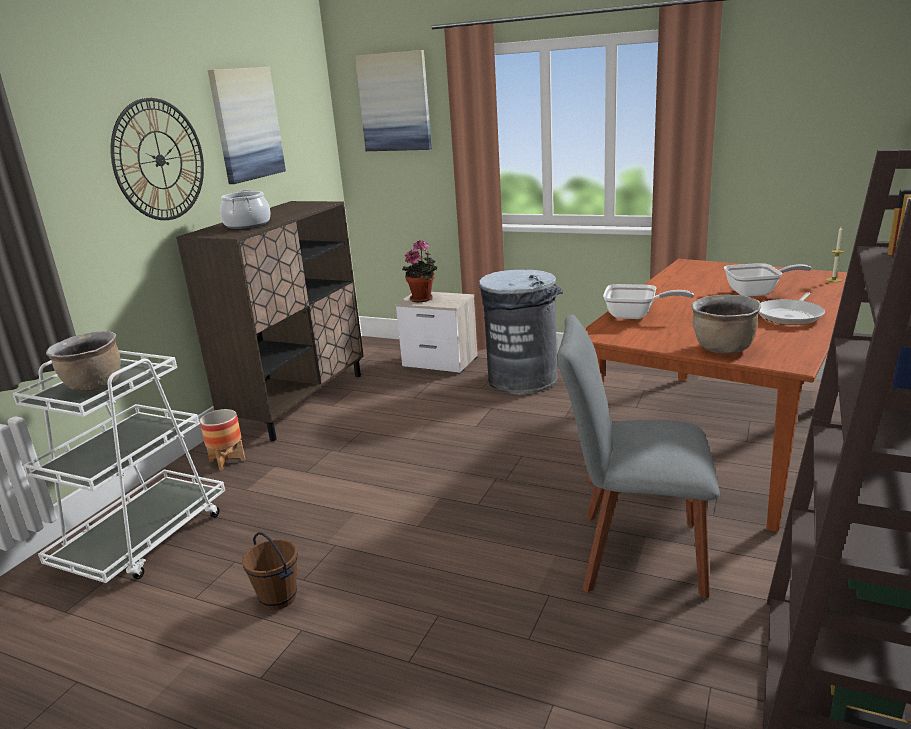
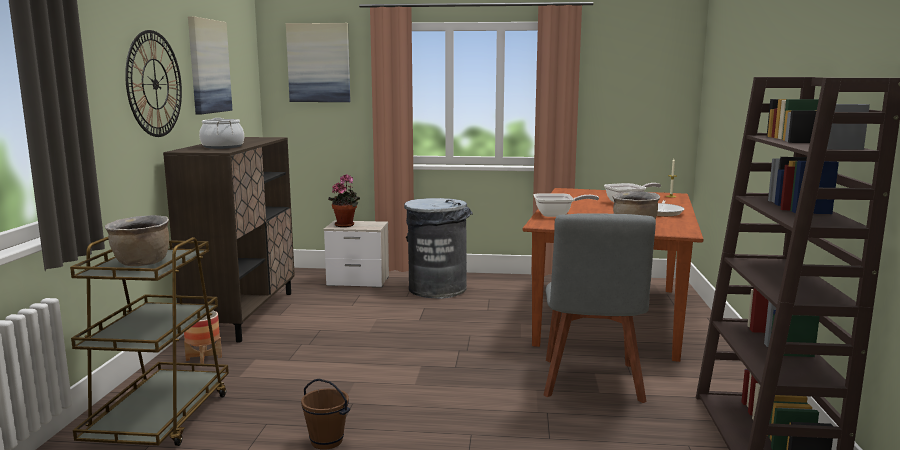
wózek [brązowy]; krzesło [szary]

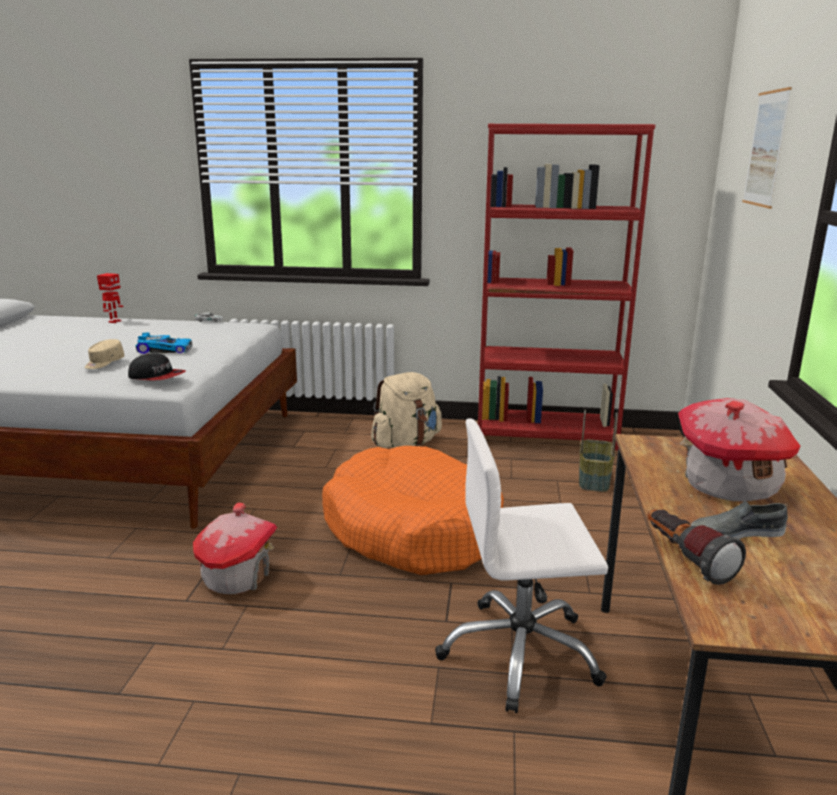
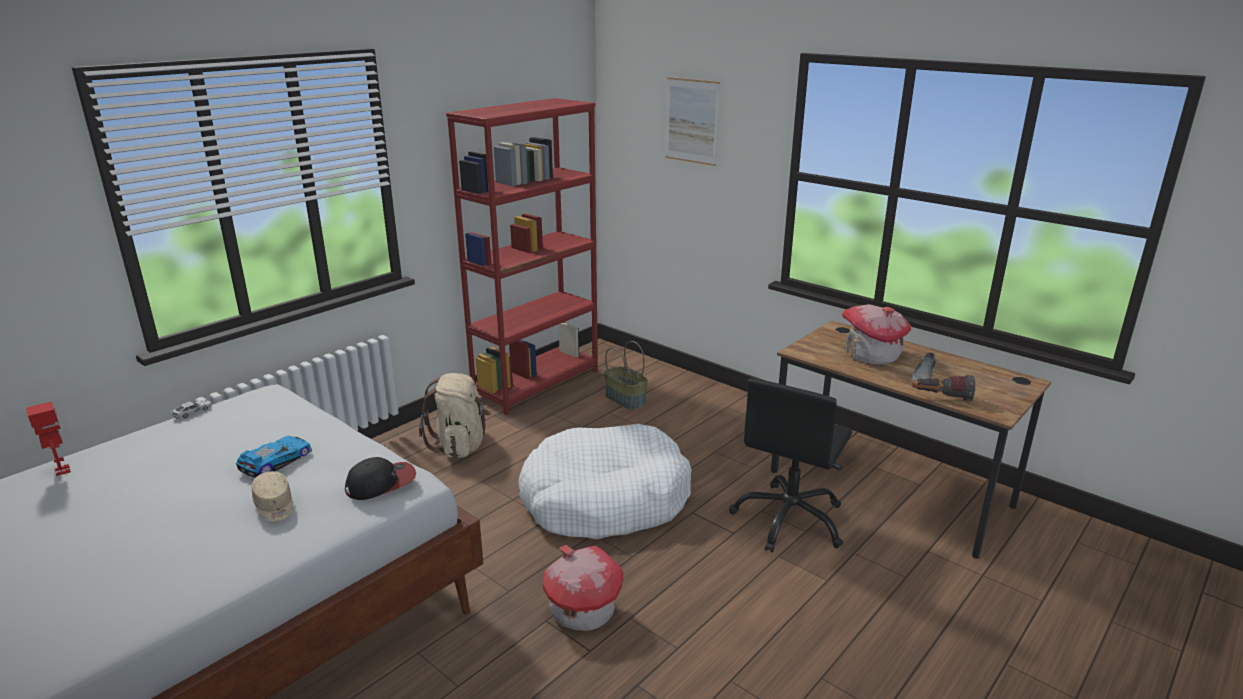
legowisko [biały]; krzesło biurowe [czarny]

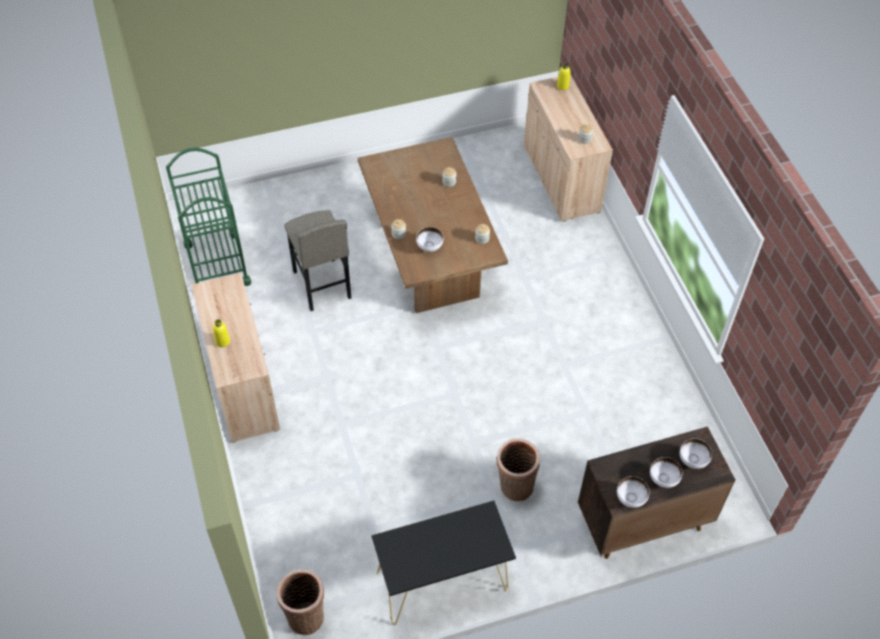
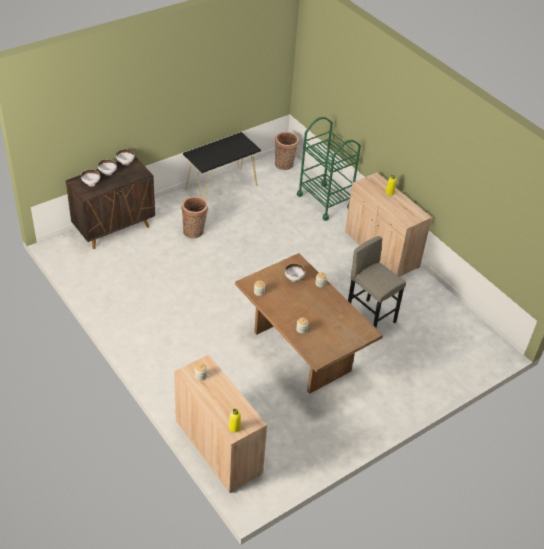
wózek [zielony]

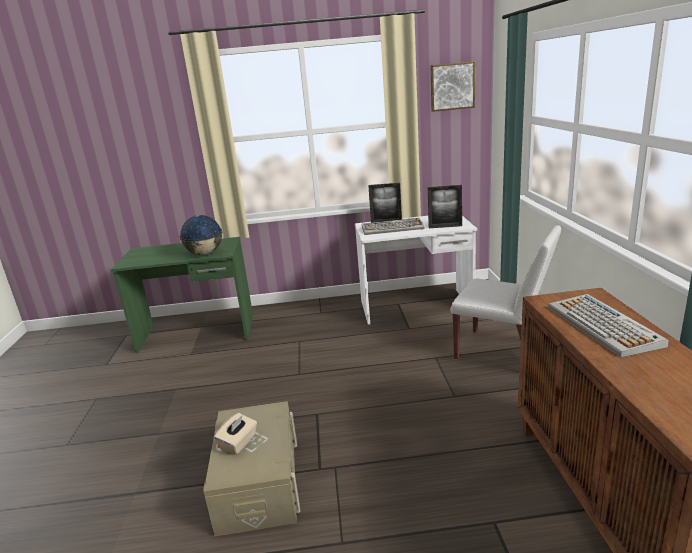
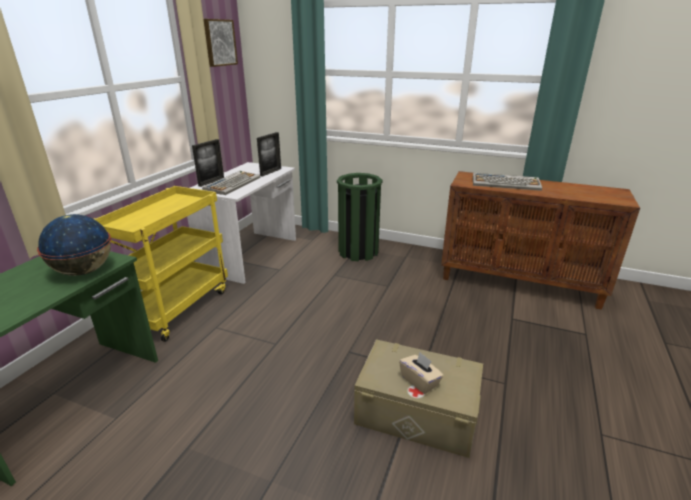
wózek [żółty]; kosz na śmieci [zielony]

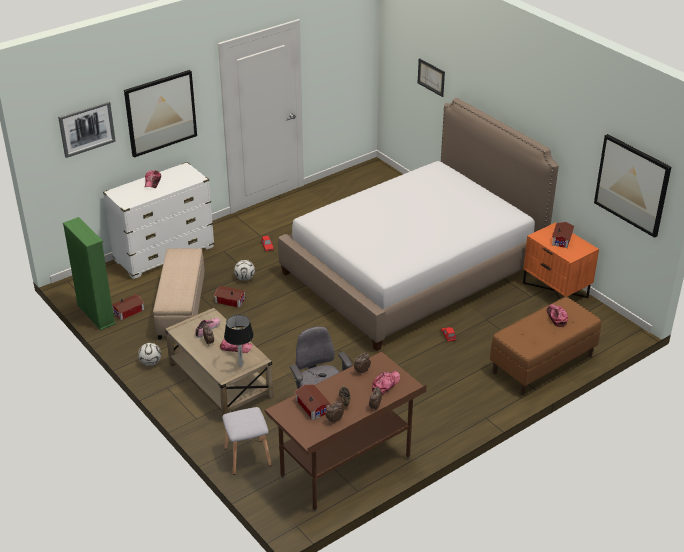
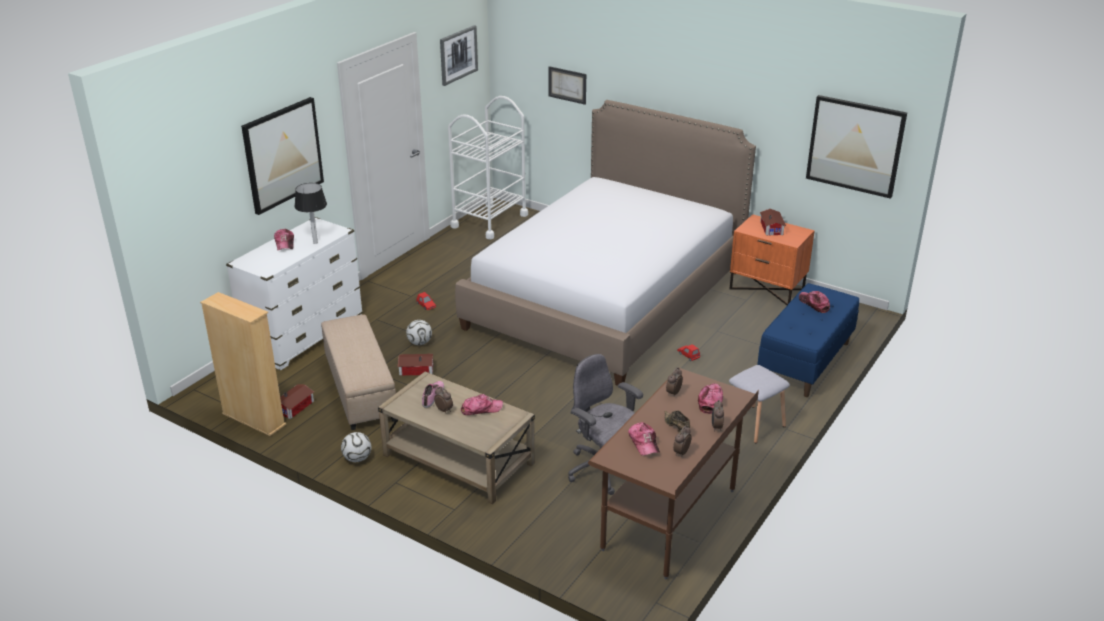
wózek [biały]; obraz (no. 2 from left); stołek [szary]; lampa stołowa; czapka z daszkiem (no. 3 from left); regał [beżowy]; ławka [niebieski]

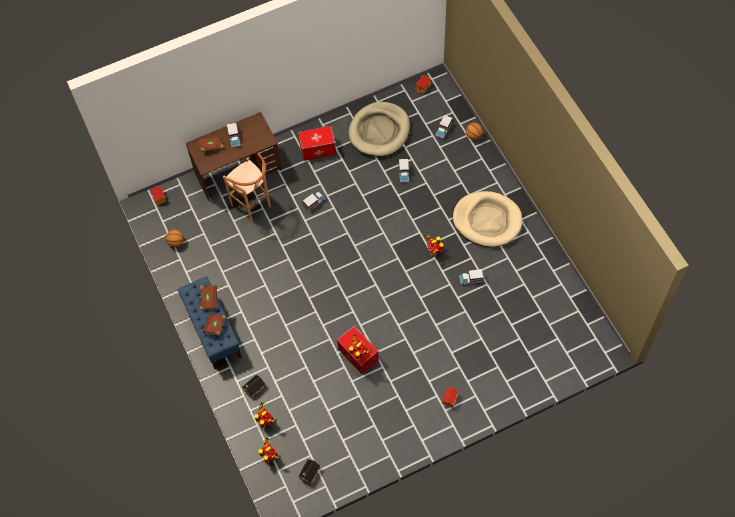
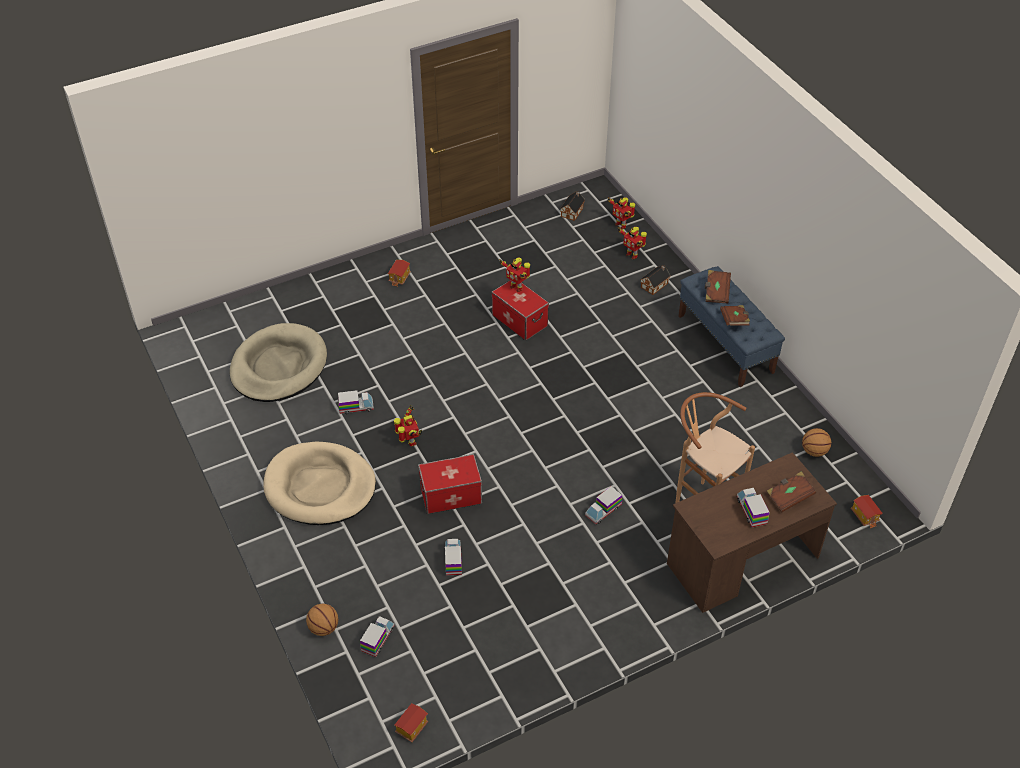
pojemnik do przechowywania (no. 1 from left); legowisko [beżowy] (no. 1 from left)

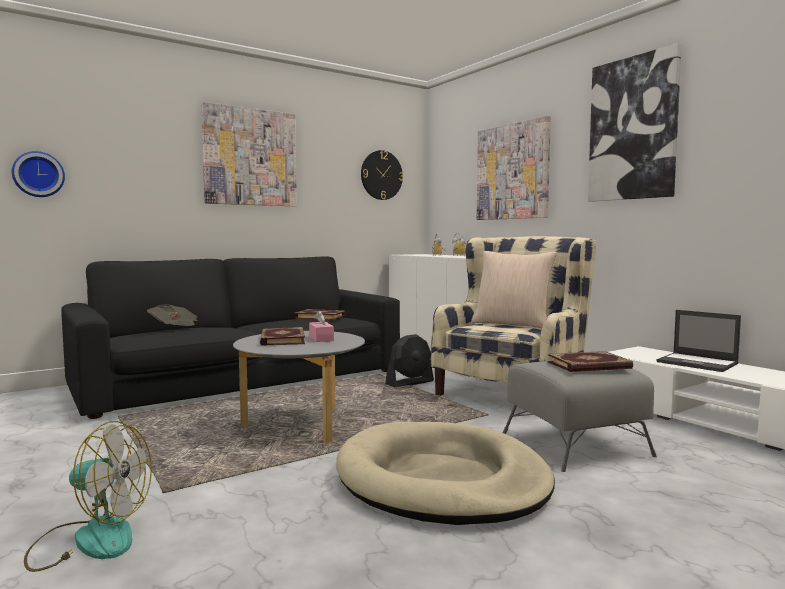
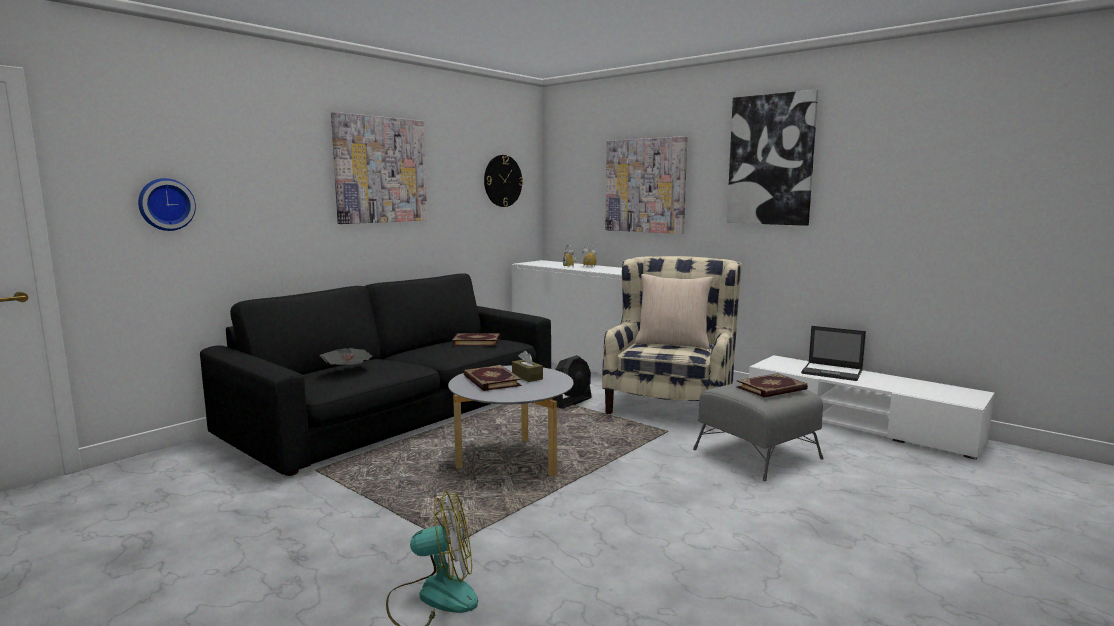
legowisko [beżowy]; pudełko chusteczek [brązowy]

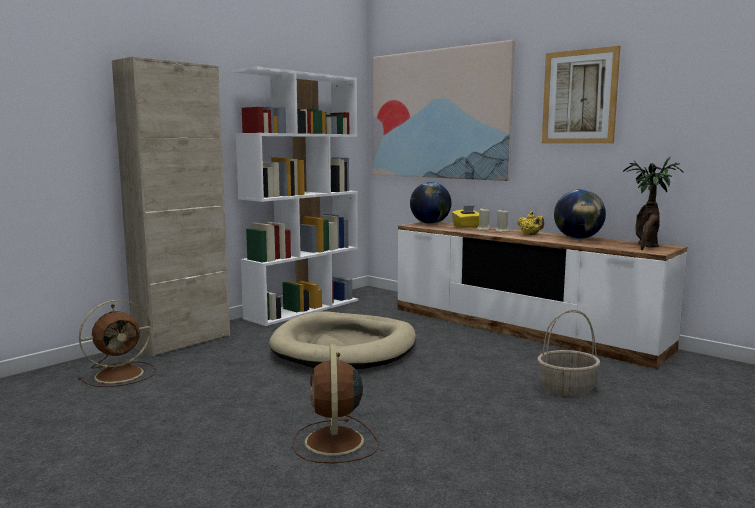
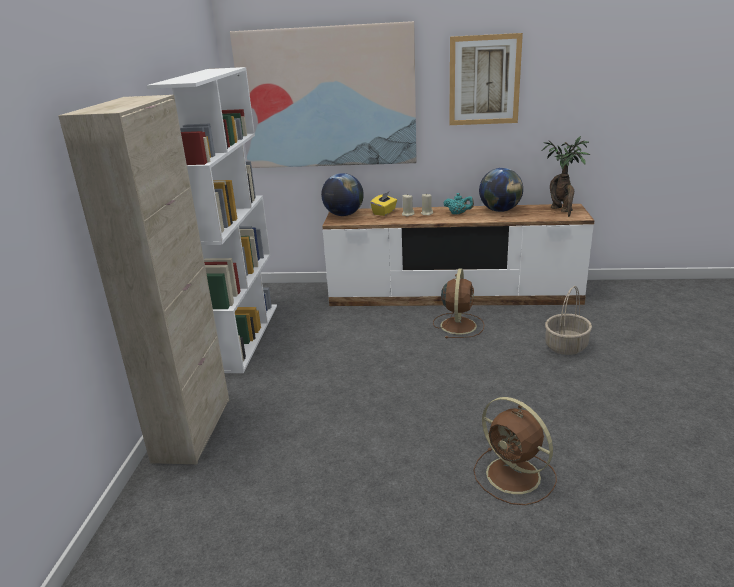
legowisko [beżowy]; wentylator [brązowy] (no. 1 from left); imbryk [turkusowy]

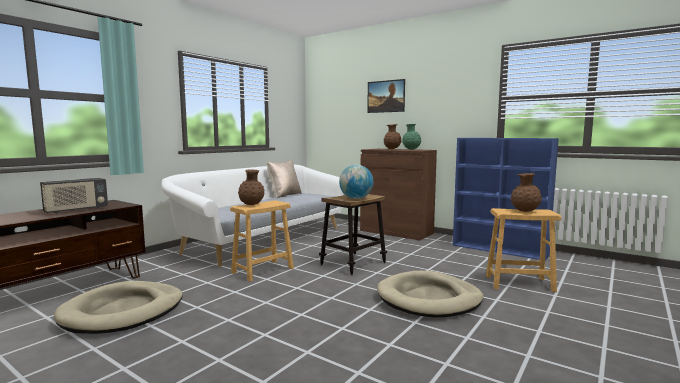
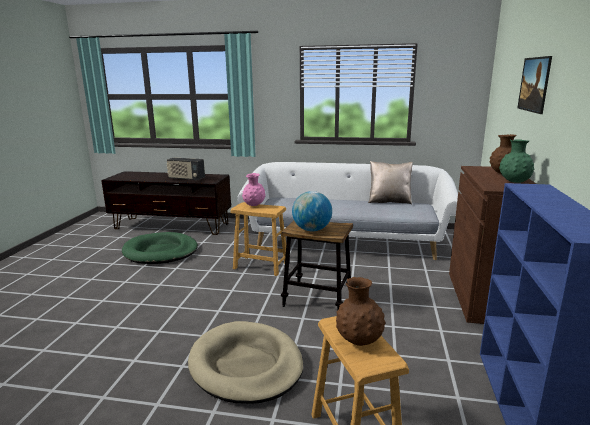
legowisko [zielony]; wazon [różowy]

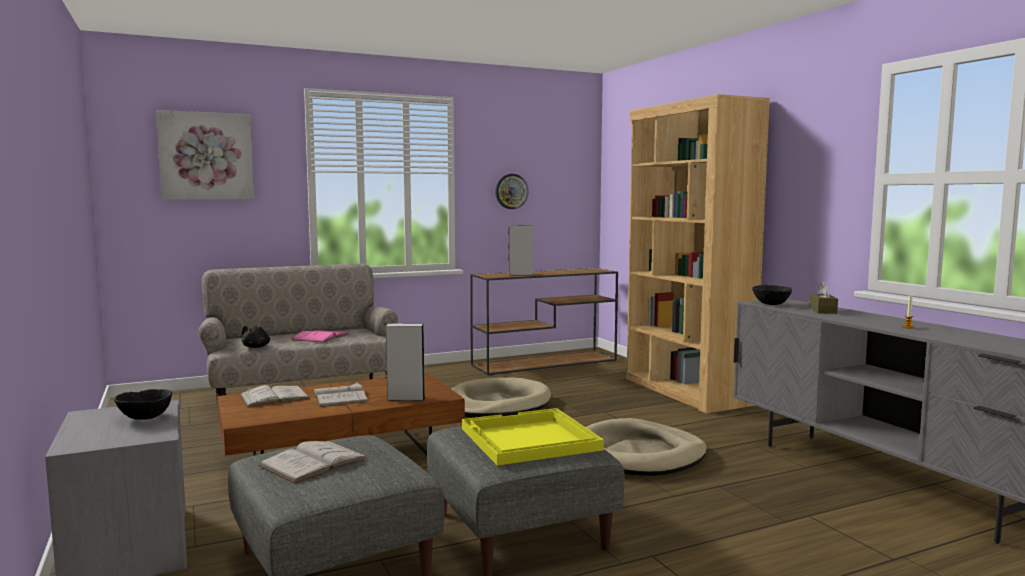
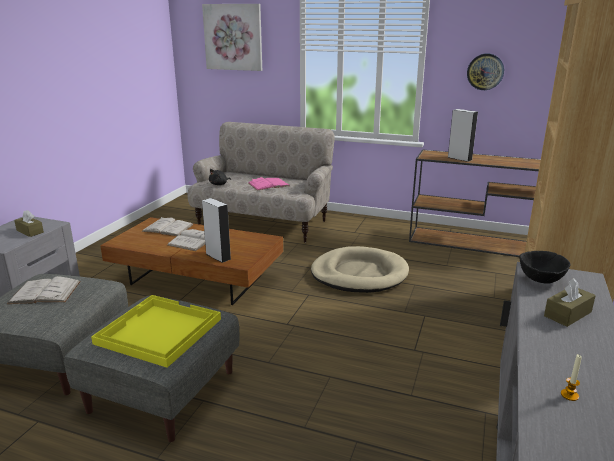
legowisko [beżowy] (no. 2 from left in the first image); pudełko chusteczek [brązowy] (no. 1 from left)

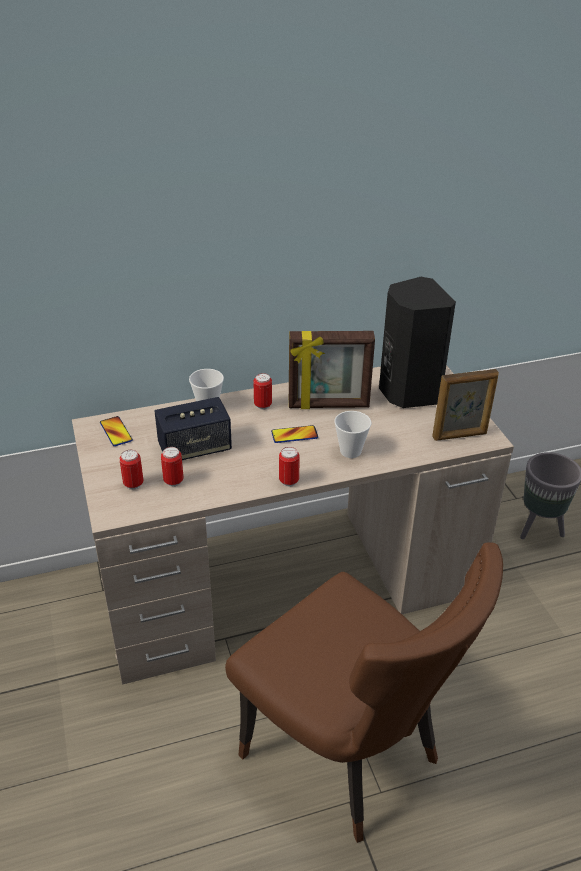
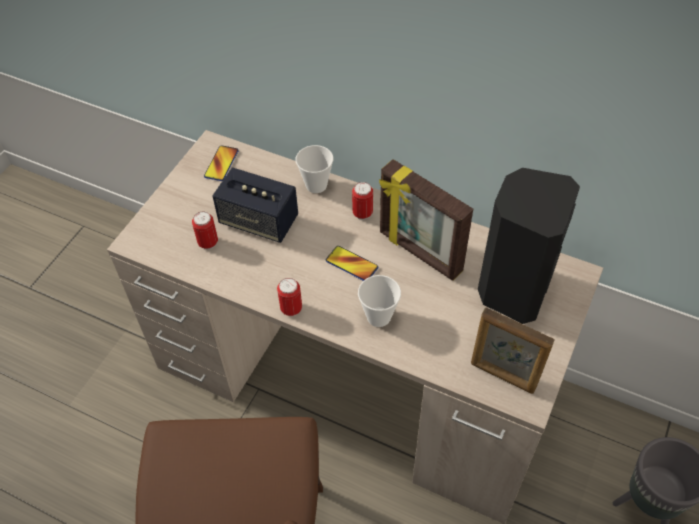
puszka (no. 1 from left in the first image)

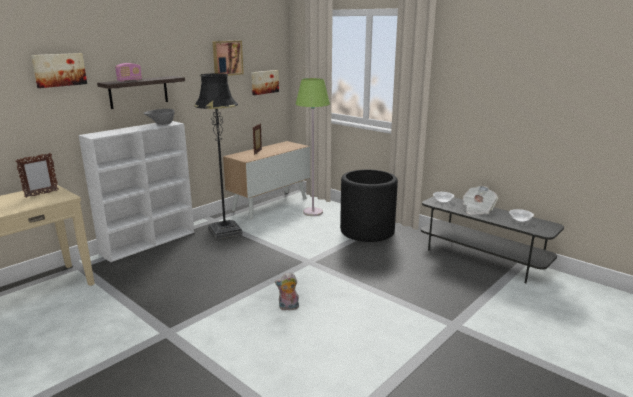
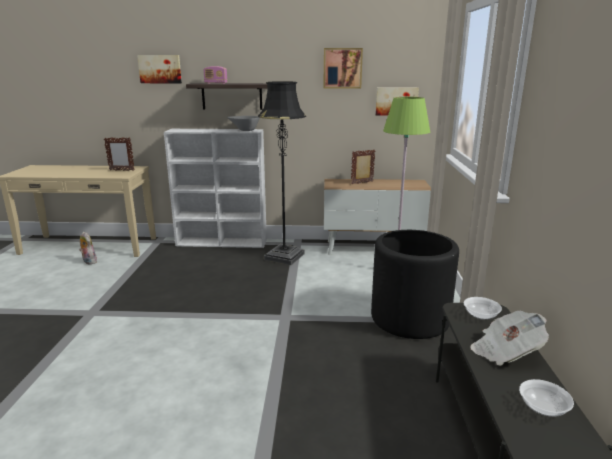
pluszak

